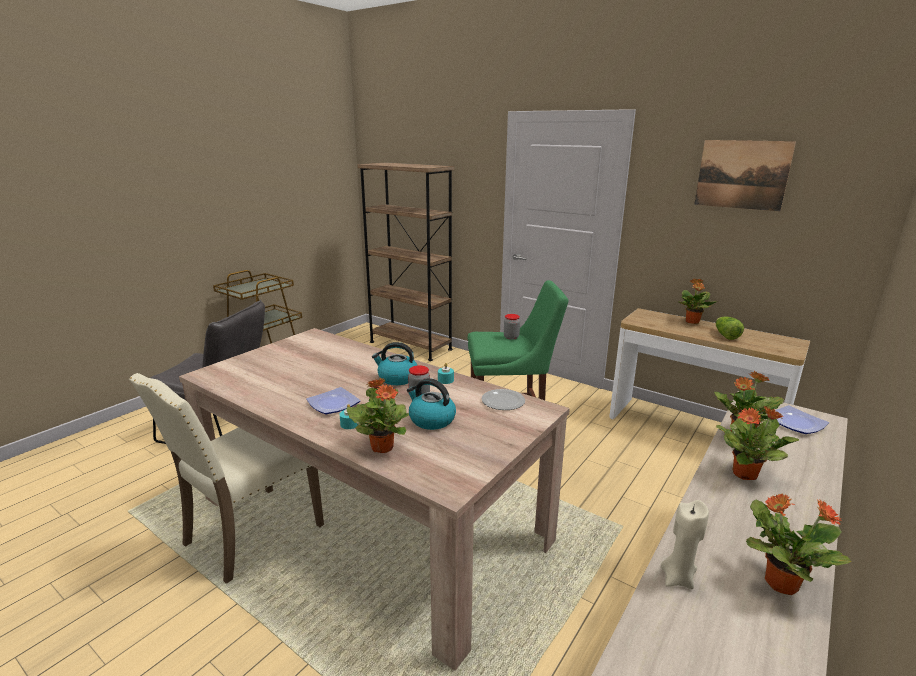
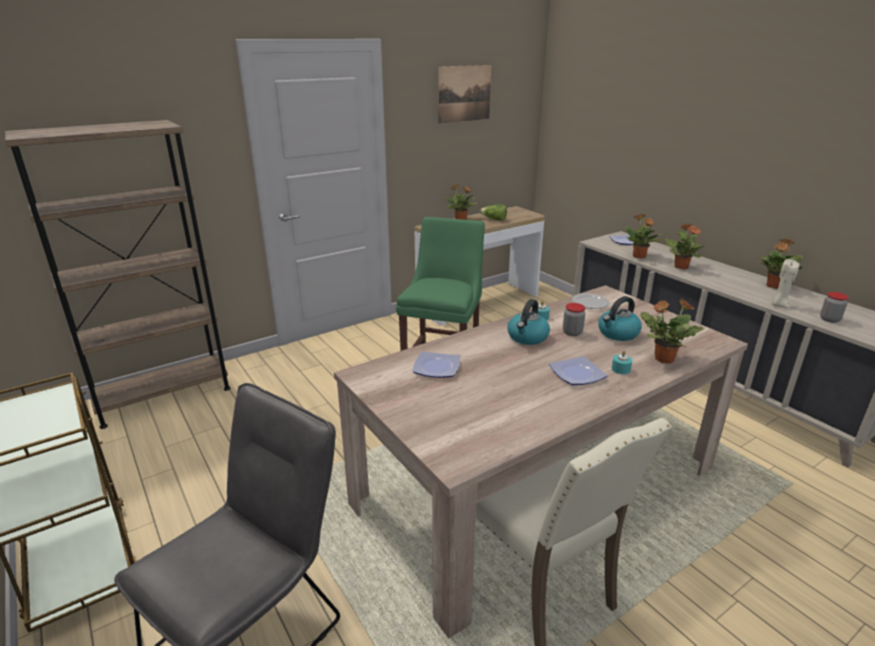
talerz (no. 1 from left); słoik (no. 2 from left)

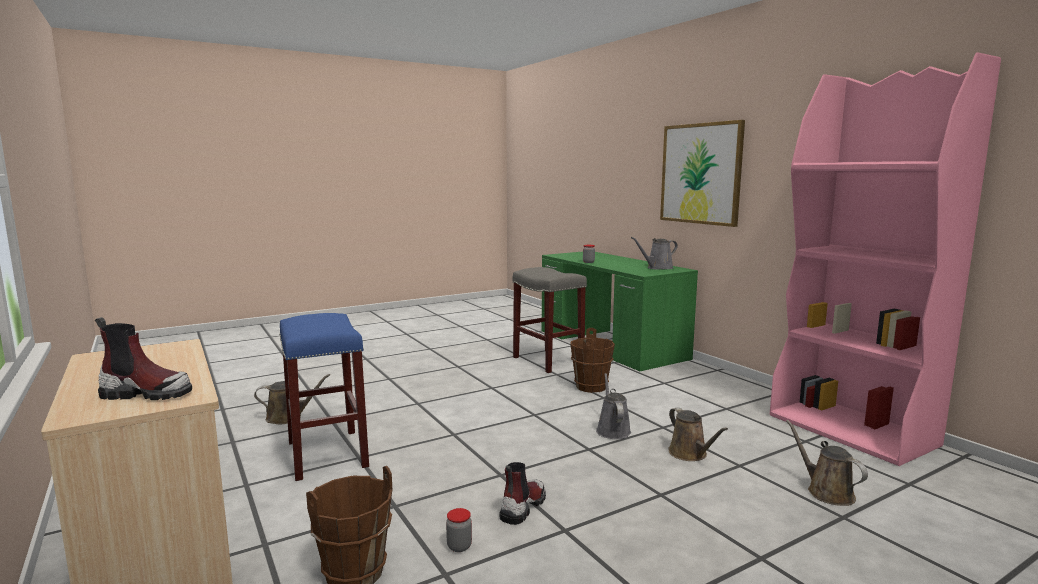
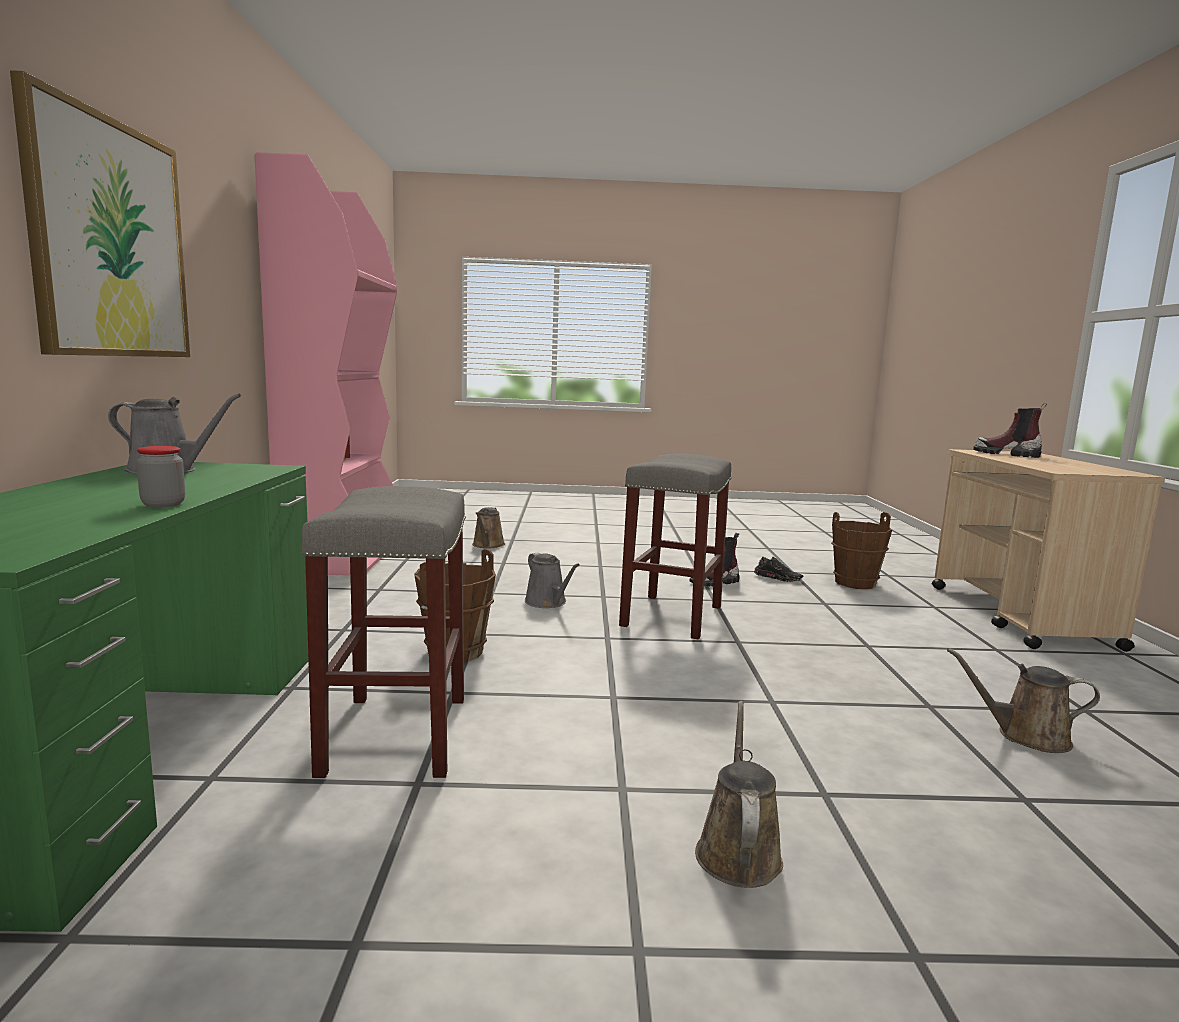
stołek [niebieski]; stołek [szary] (no. 2 from left); konewka [brązowy] (no. 2 from left); but [czarny]; konewka [szary] (no. 2 from left)

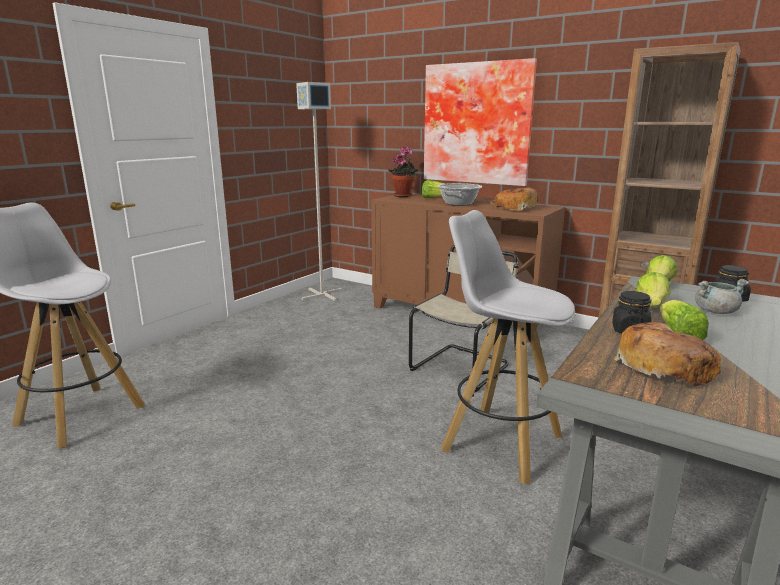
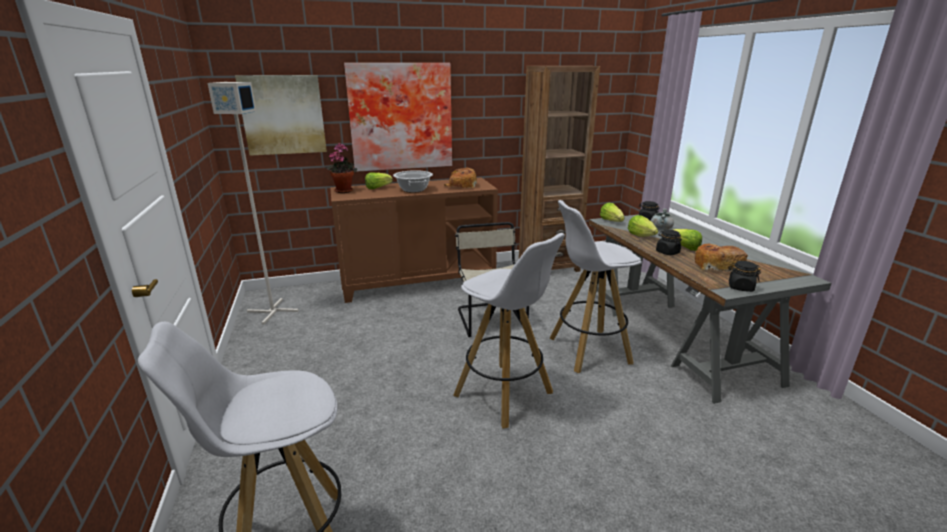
obraz (no. 1 from left); stołek [biały] (no. 2 from left); słoik [czarny] (no. 3 from left)

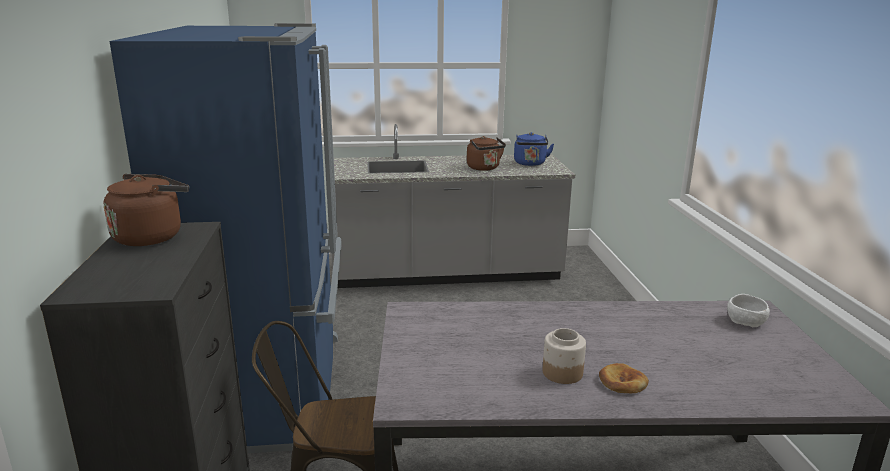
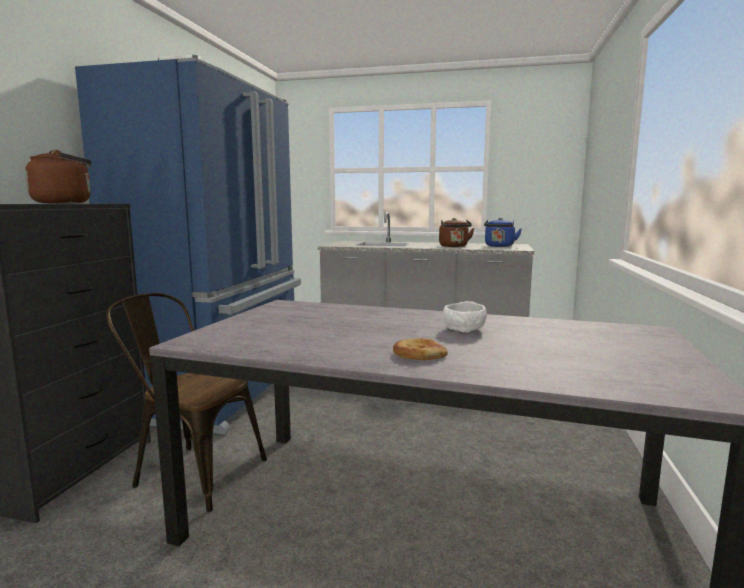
słoik; miska [biały]

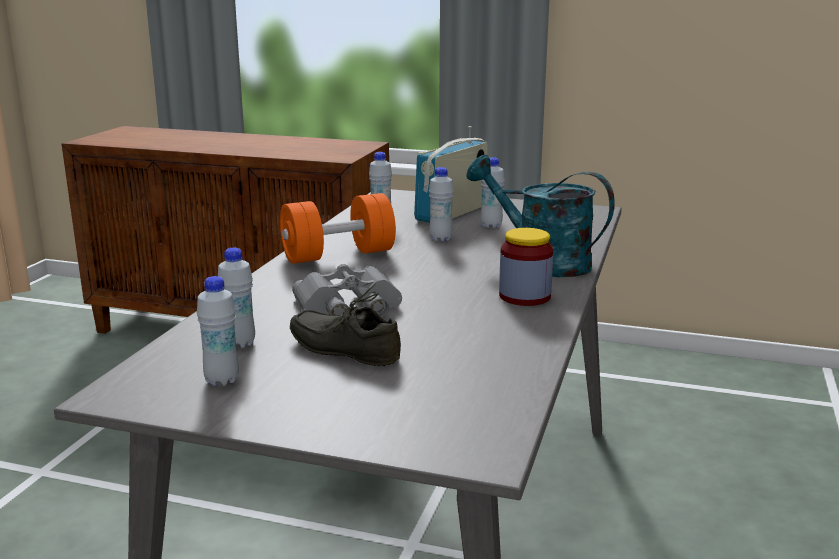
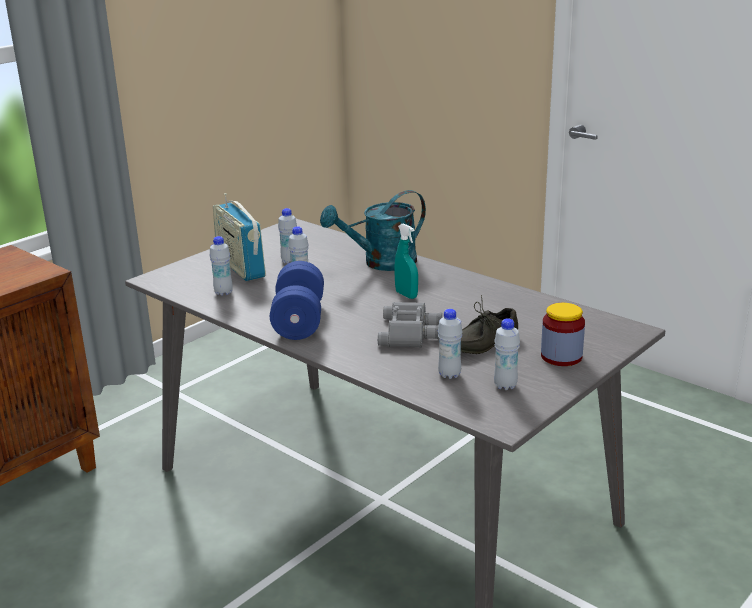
spryskiwacz [turkusowy]; słoik; hantel [niebieski]

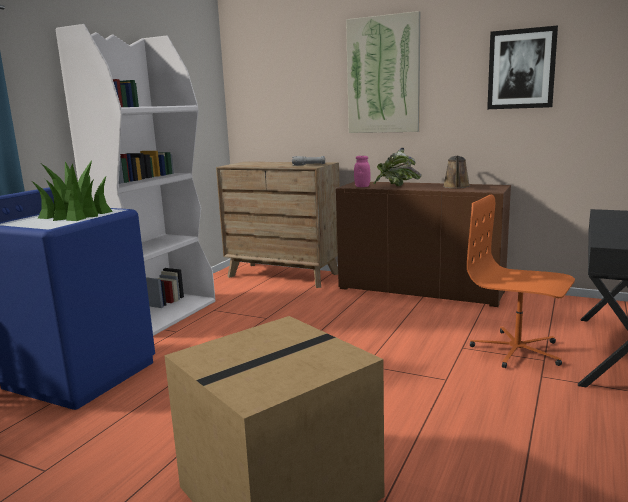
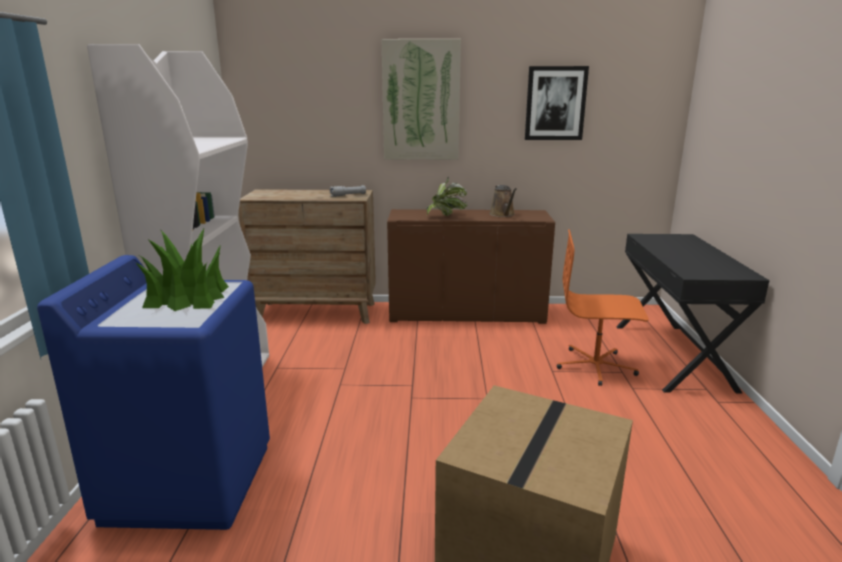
słoik [różowy]

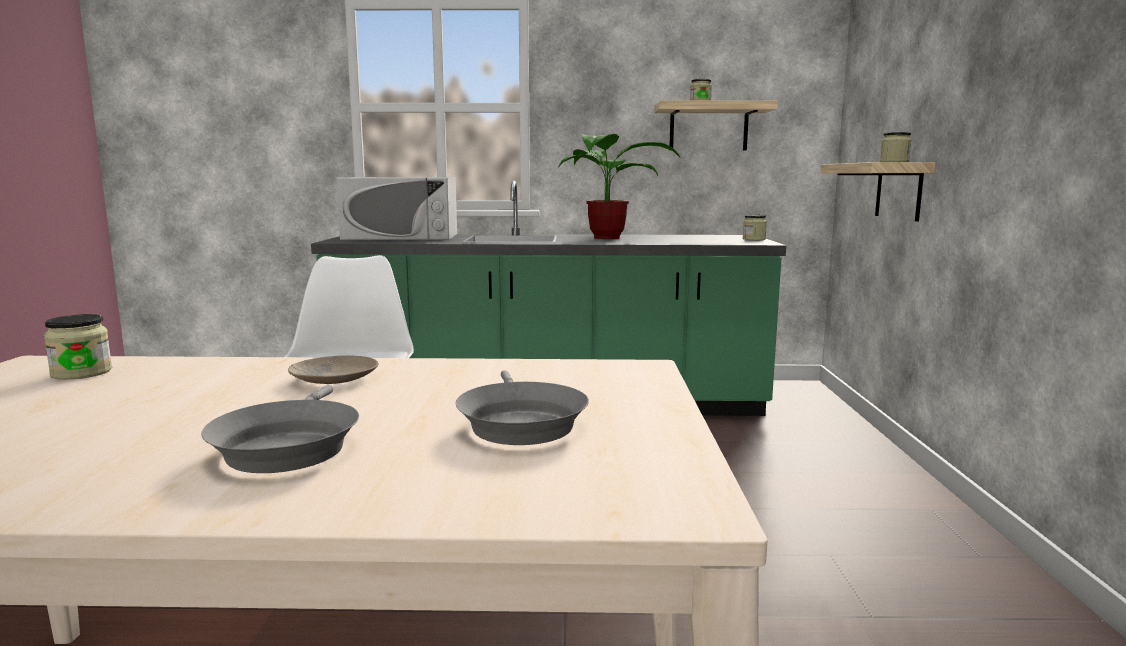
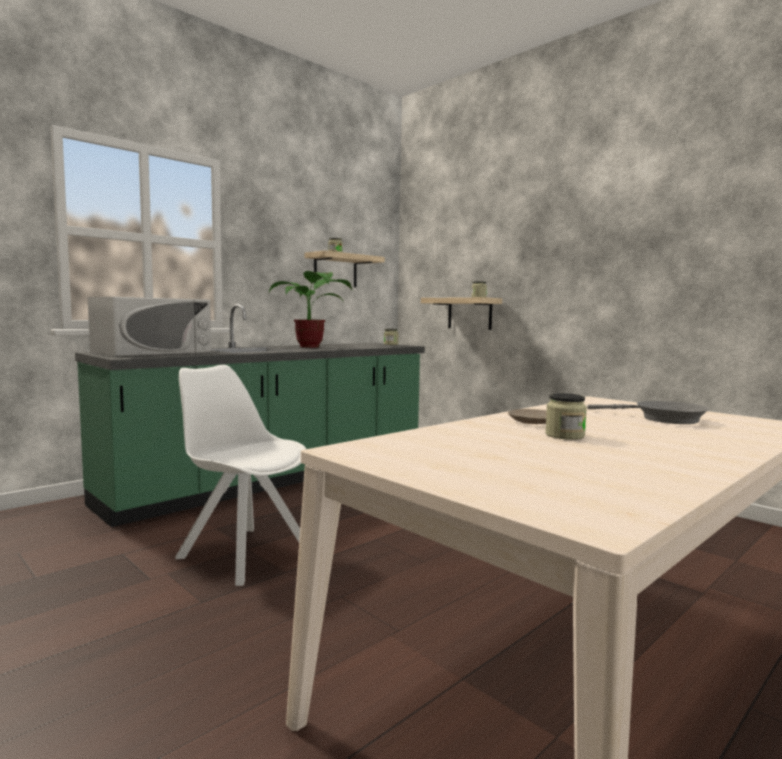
patelnia [szary] (no. 1 from left in the first image); słoik (no. 4 from left)

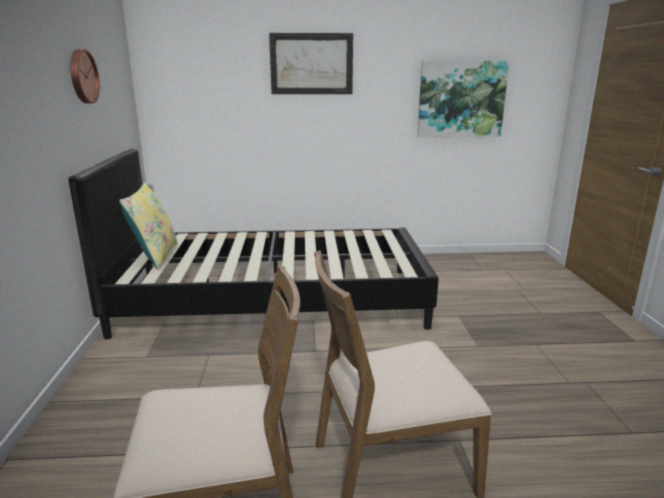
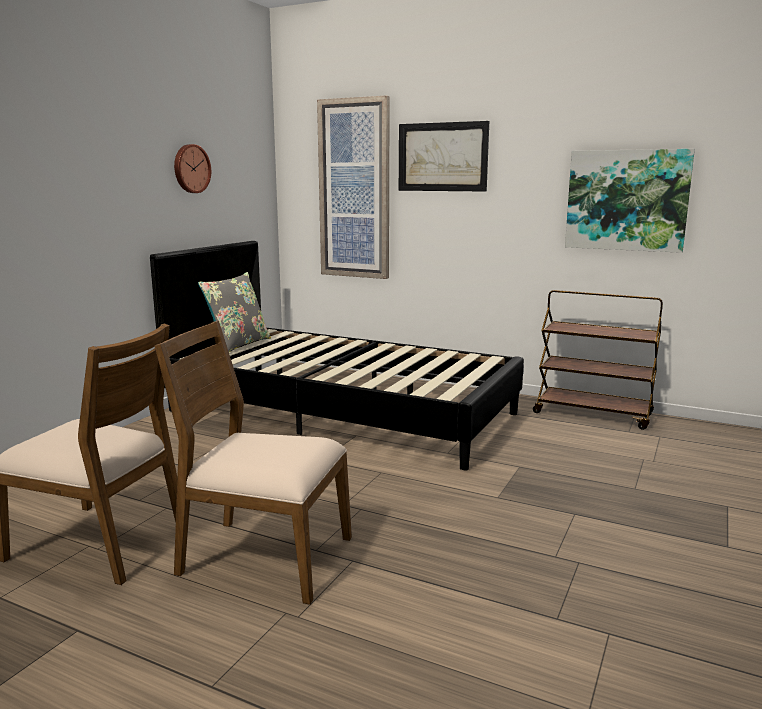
obraz (no. 1 from left); wózek [brązowy]; poduszka [szary]

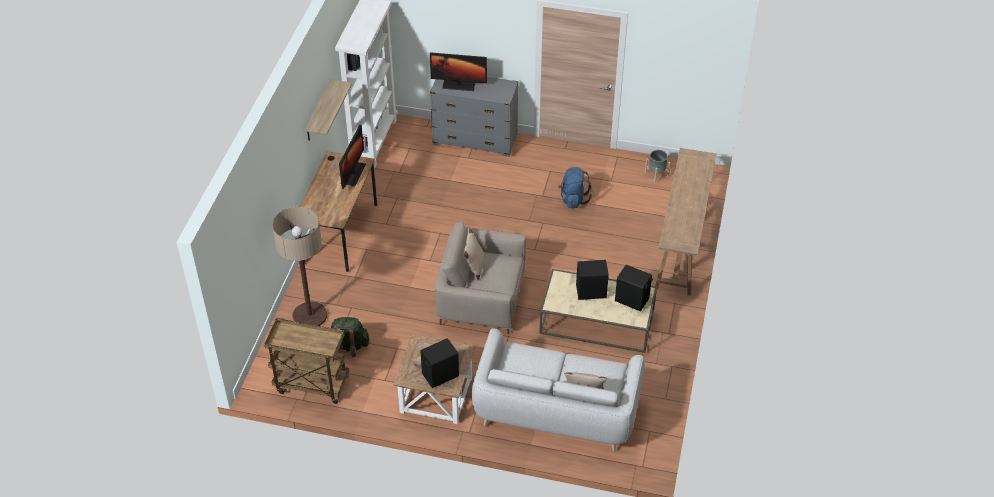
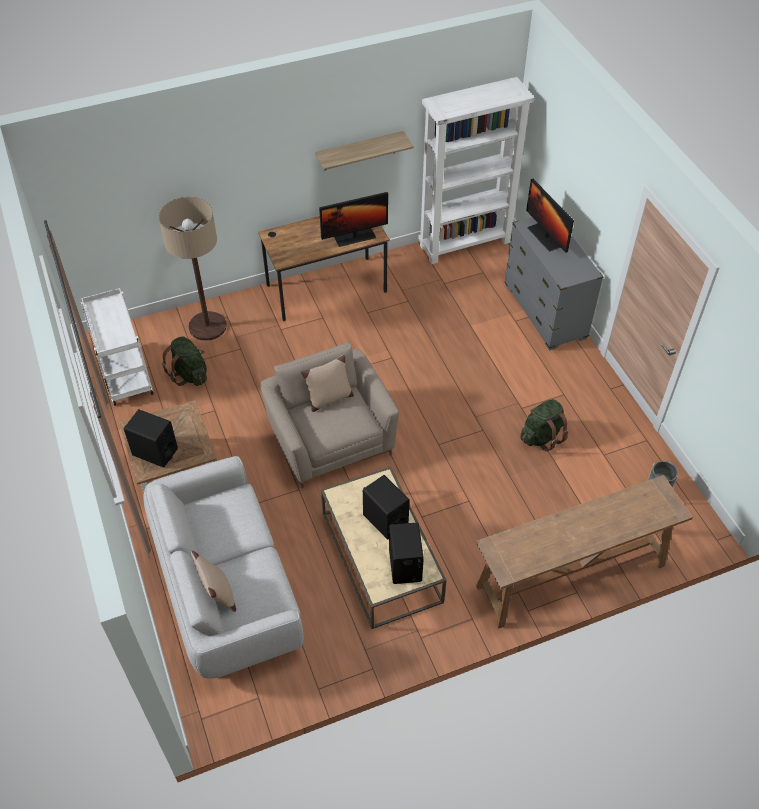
wózek [biały]; plecak [zielony] (no. 2 from left)

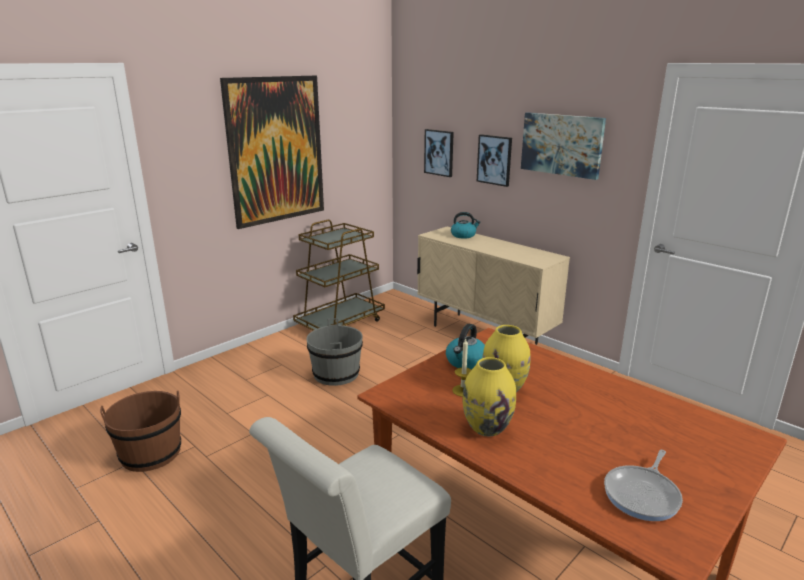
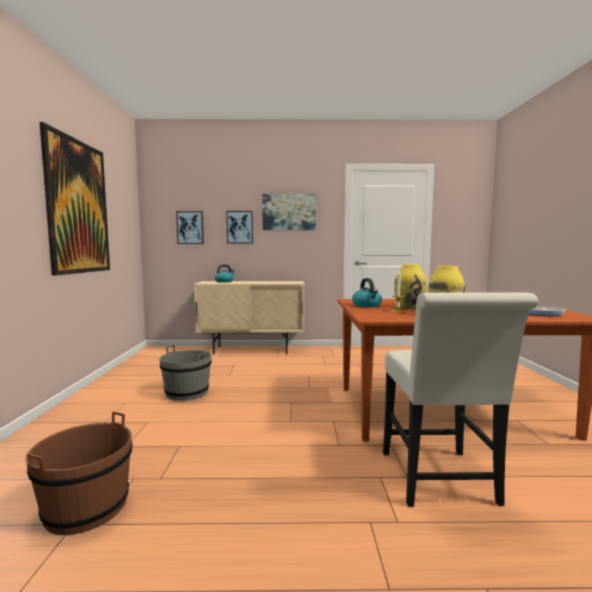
wózek [brązowy]

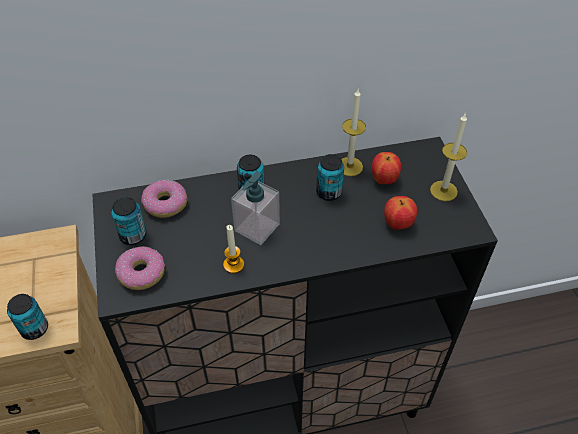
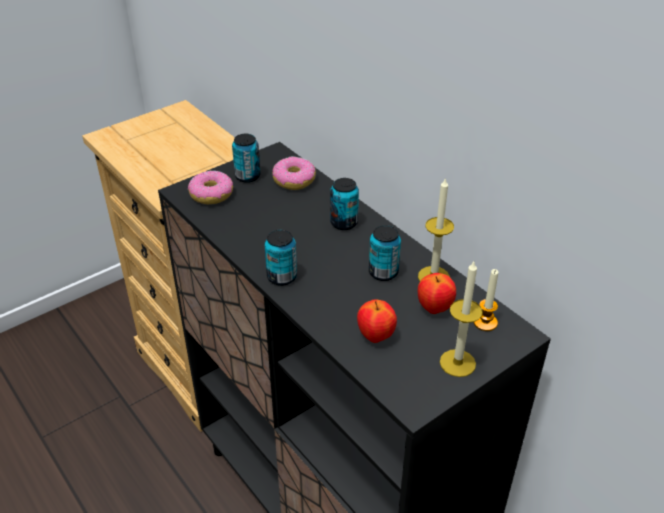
dozownik mydła; puszka (no. 2 from left); świeca (no. 3 from left)

